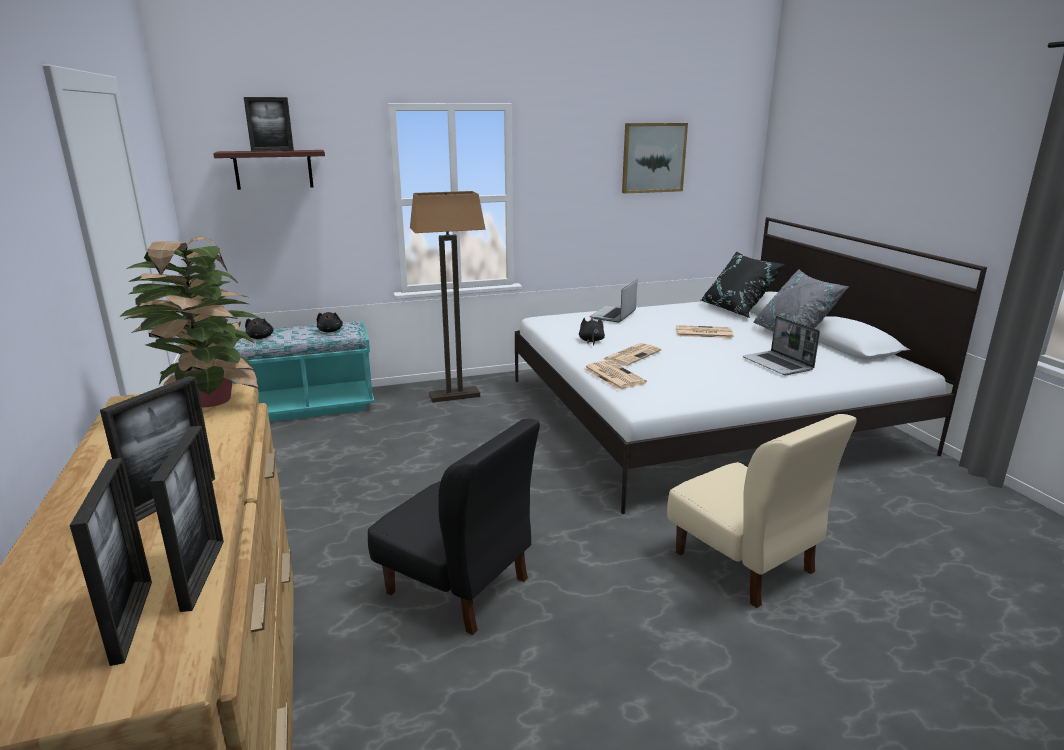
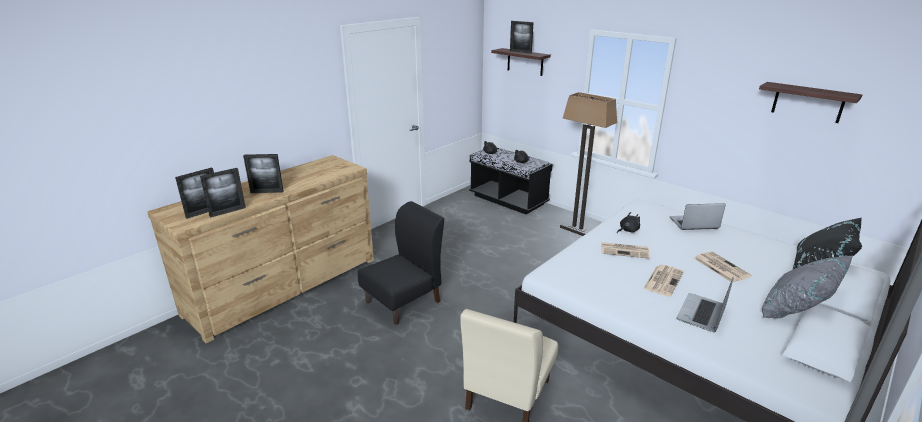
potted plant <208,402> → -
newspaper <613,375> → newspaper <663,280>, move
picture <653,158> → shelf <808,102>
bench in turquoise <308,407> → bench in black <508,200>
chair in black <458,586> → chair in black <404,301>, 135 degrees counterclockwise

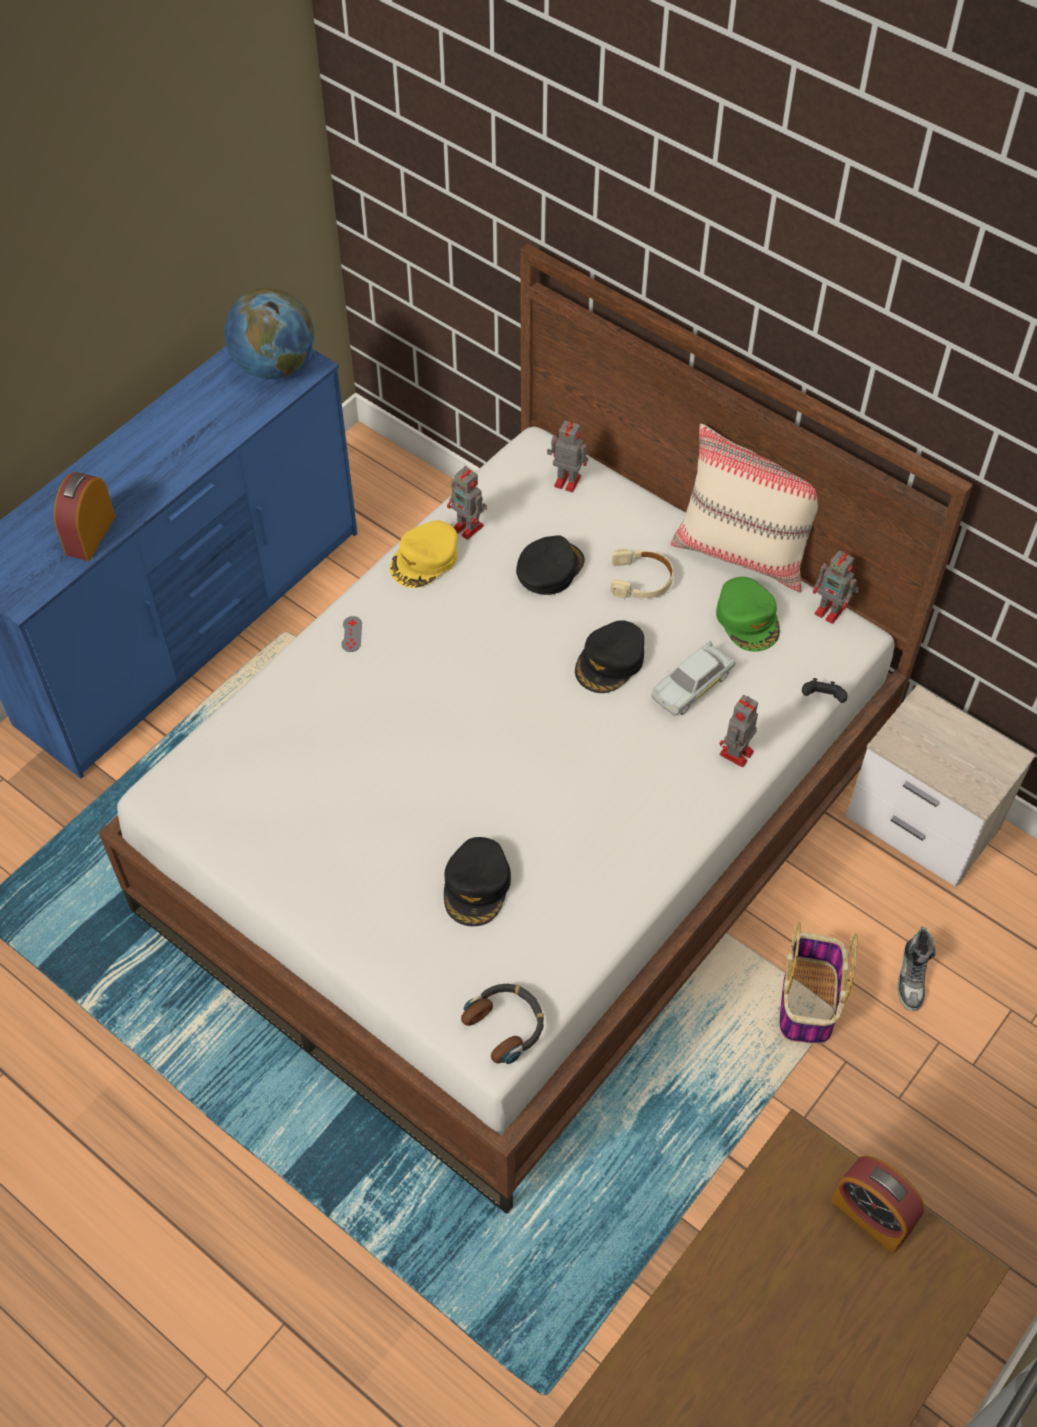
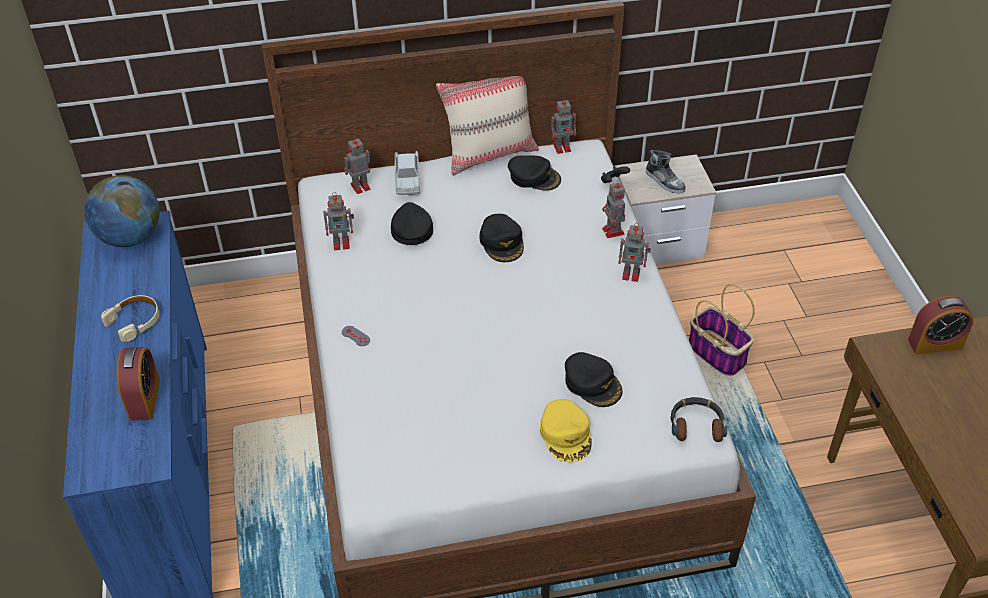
- → toy robot <632,274>
cap in yellow <425,559> → cap in yellow <566,434>, move
headphones in beige <641,580> → headphones in beige <135,321>, move
toy car in white <692,685> → toy car in white <407,179>, move
shoe <912,976> → shoe <665,181>, move
cap in green <748,619> → cap in black <534,177>
alarm clock <90,534> → alarm clock <144,398>, 150 degrees counterclockwise

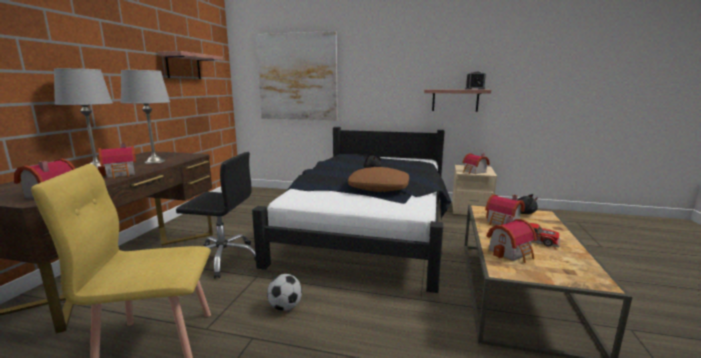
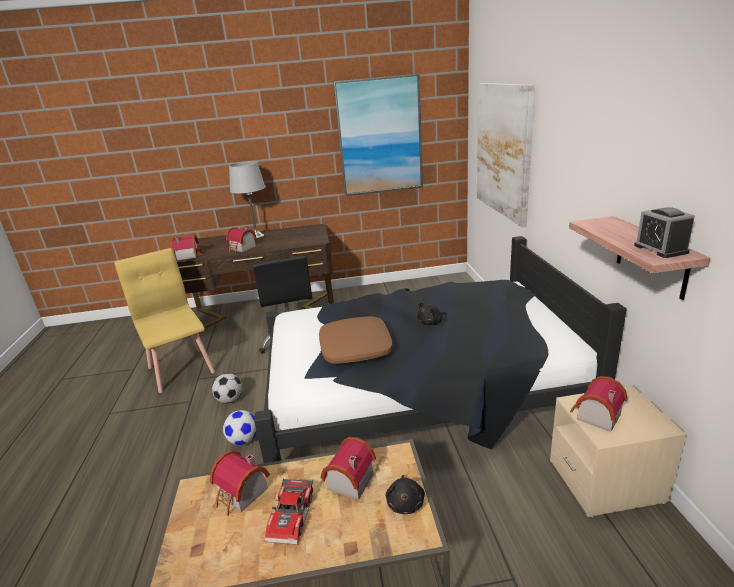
table lamp in grey <154,161> → -
- → football <243,440>
shelf <183,66> → picture <380,136>

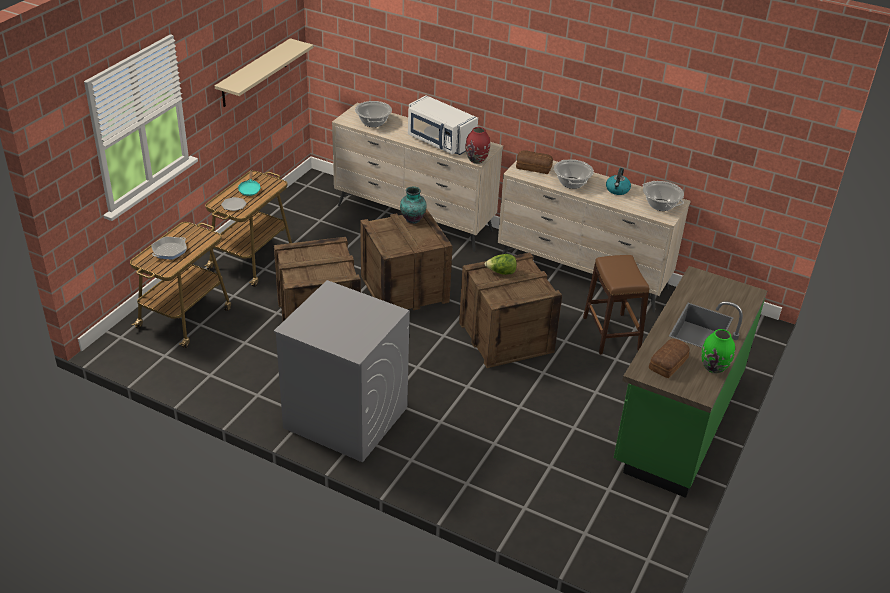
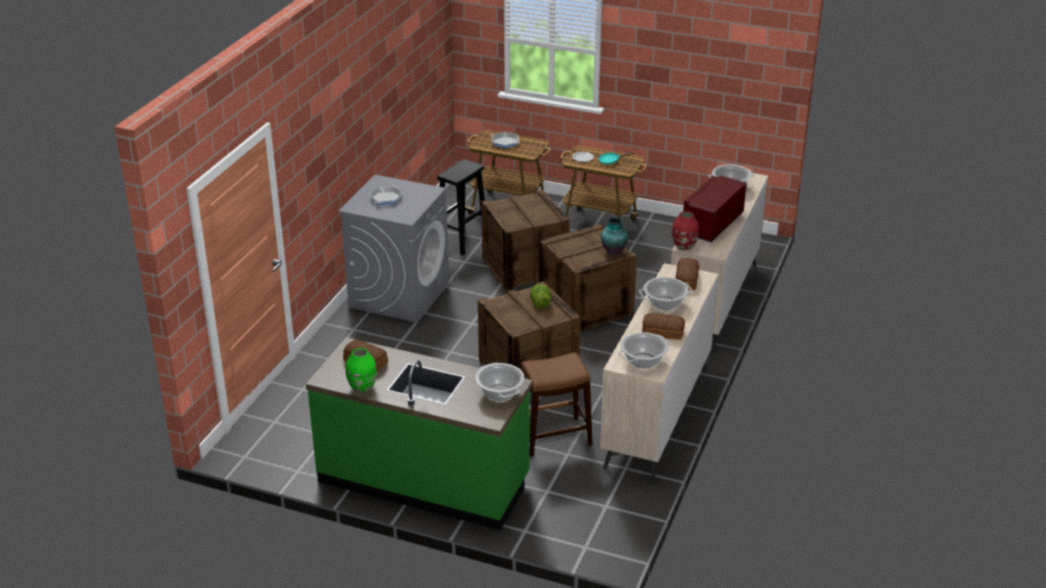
shelf in beige <254,73> → -
- → frying pan <386,198>
- → stool in black <462,241>
- → cooking pot <500,393>
kettle <617,190> → bread <663,332>
microwave in white <440,141> → microwave in red <711,224>

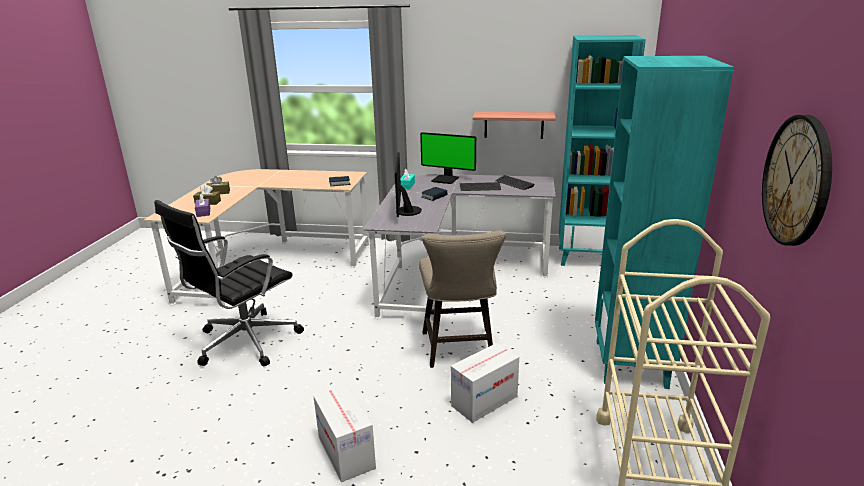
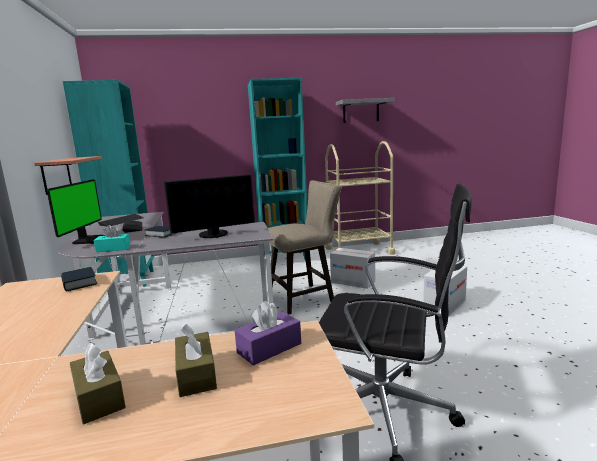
wall clock <797,181> → shelf in grey <361,111>

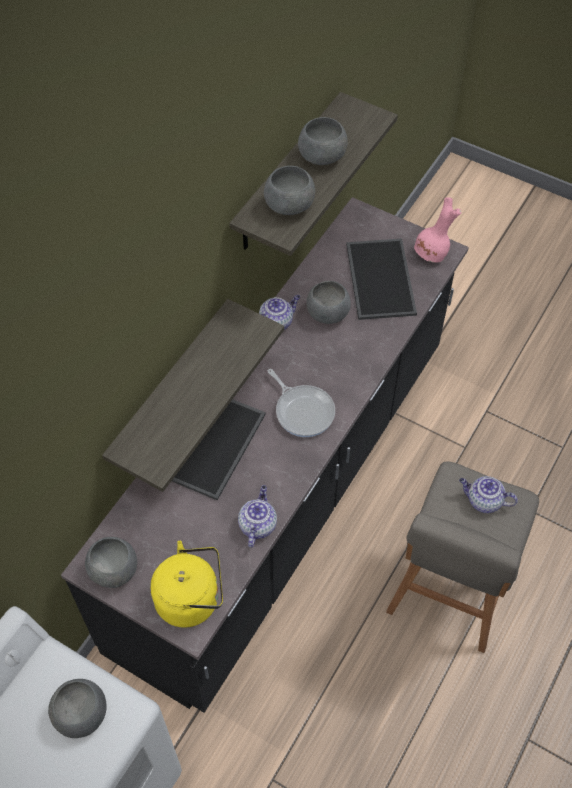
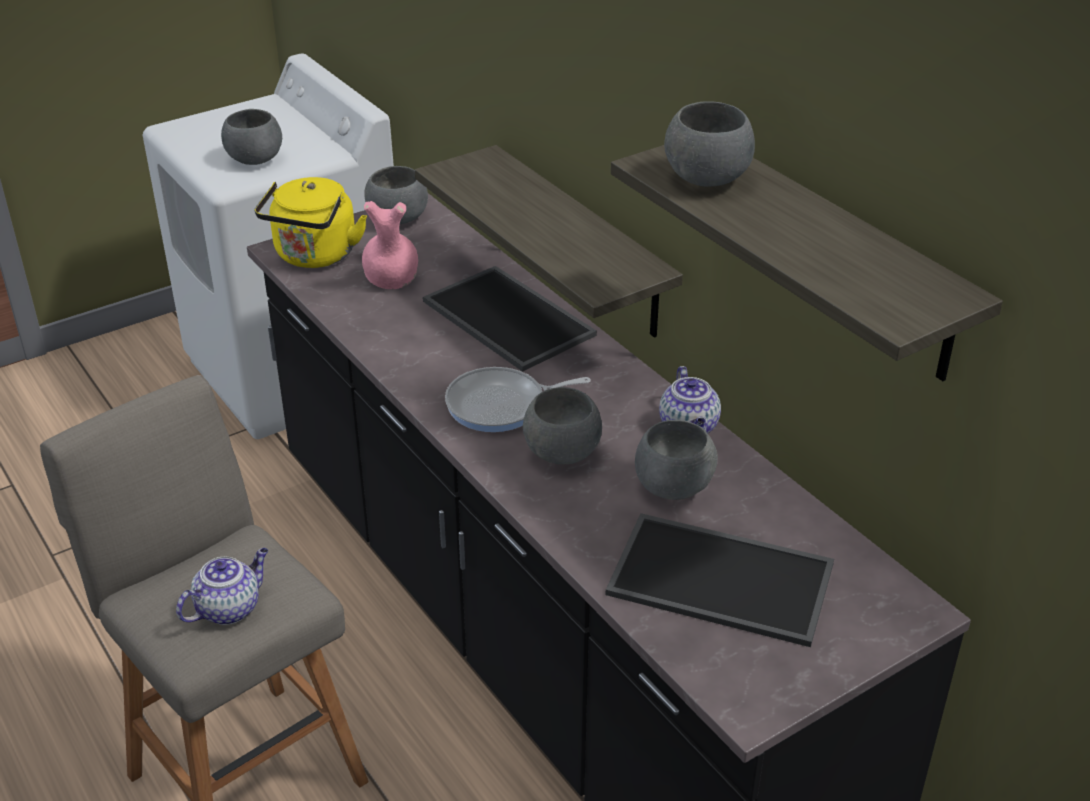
teapot <257,524> → -
bowl in grey <322,158> → bowl in grey <561,453>, move
vase in pink <432,254> → vase in pink <390,281>, move

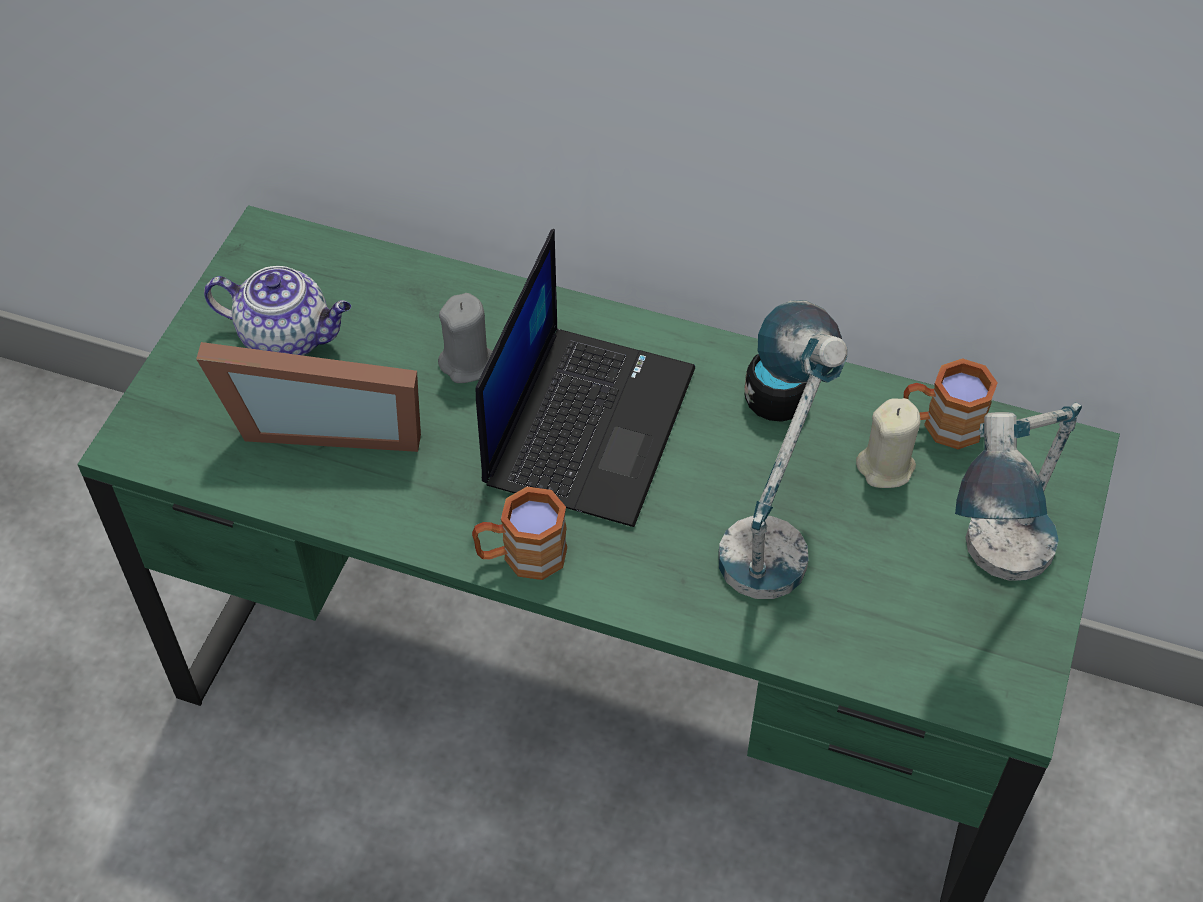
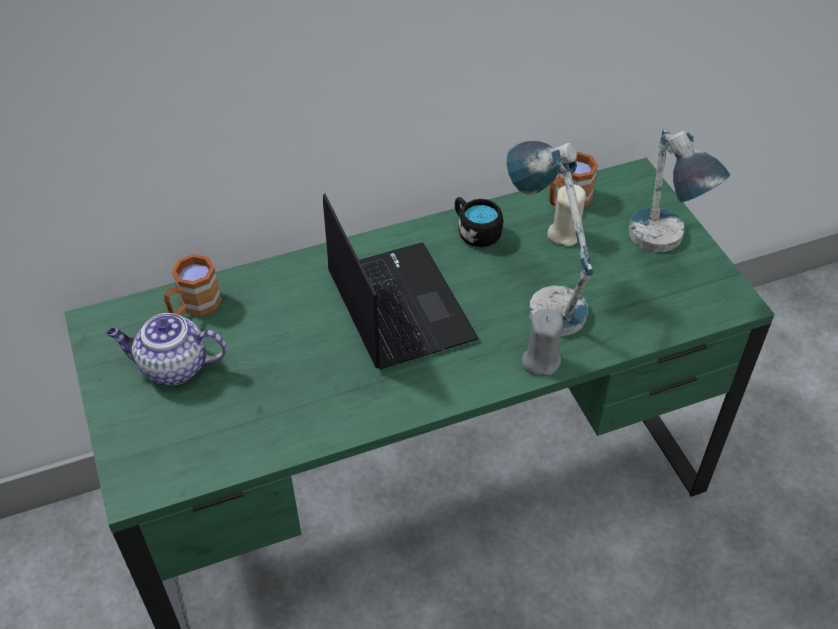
picture frame <326,422> → -
candle in grey <467,363> → candle in grey <541,360>, move
mug in brown <521,556> → mug in brown <194,306>, move
teapot <288,337> → teapot <172,367>, 150 degrees counterclockwise

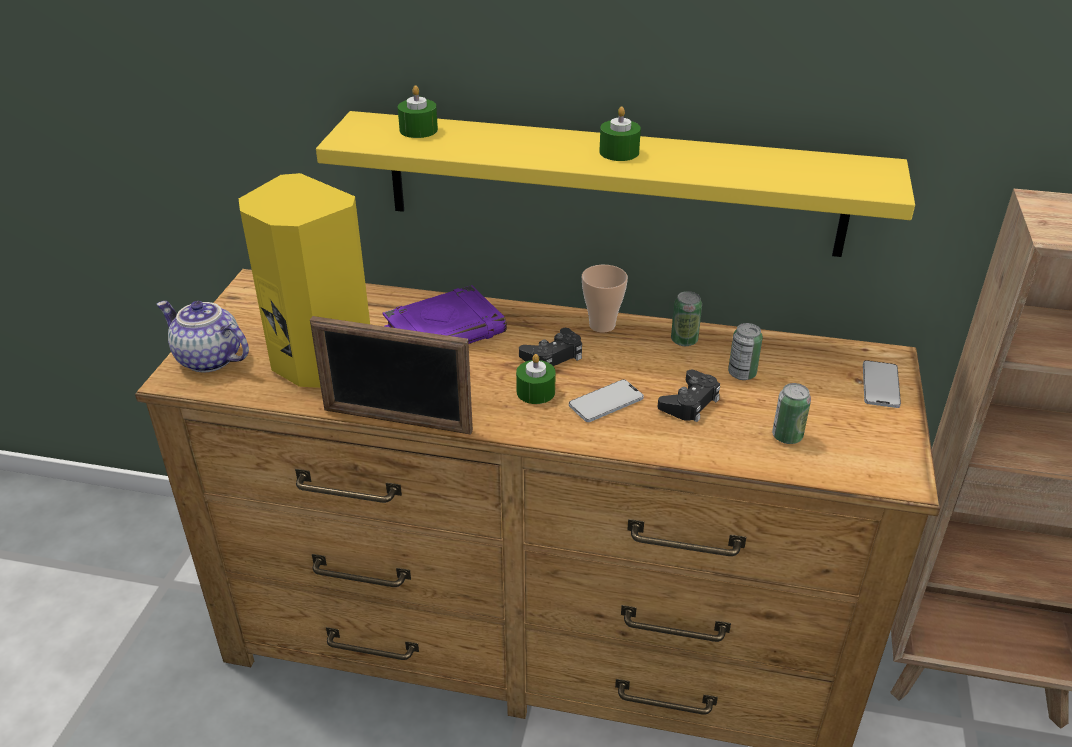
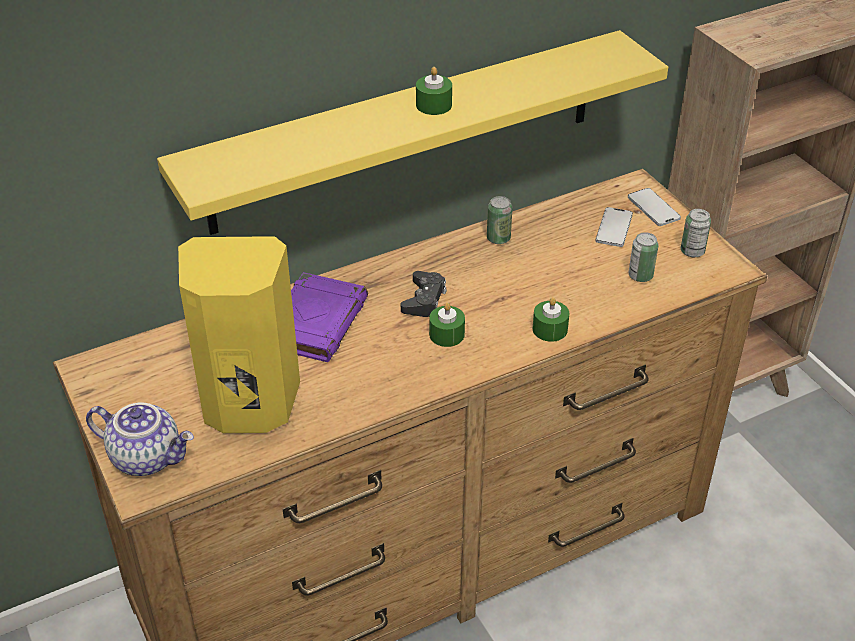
picture frame <397,421> → -
cup <602,325> → -
game controller in black <690,402> → -
candle in green <418,130> → candle in green <550,329>, move
phone <606,402> → phone <614,228>, move
can <742,373> → can <692,251>, move
teapot <207,360> → teapot <148,457>, 150 degrees counterclockwise

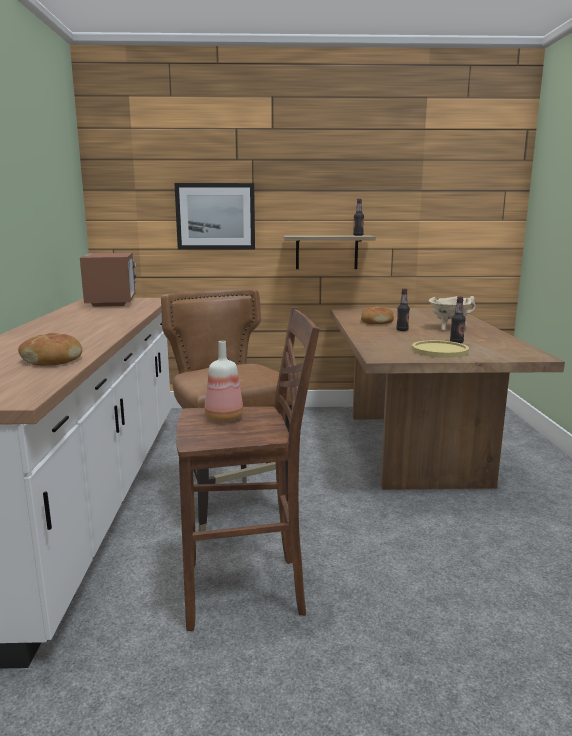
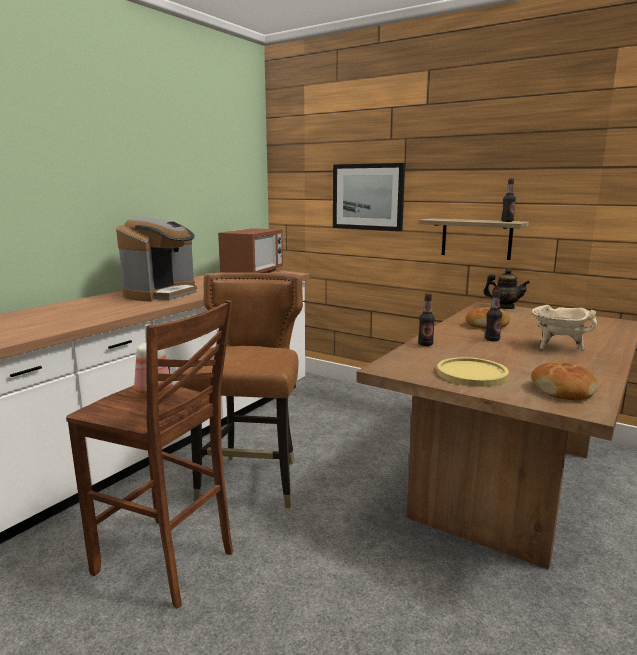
- → coffee machine <162,294>
- → teapot <504,307>
bread <52,360> → bread <563,390>, move
bottle <456,342> → bottle <425,344>, move

